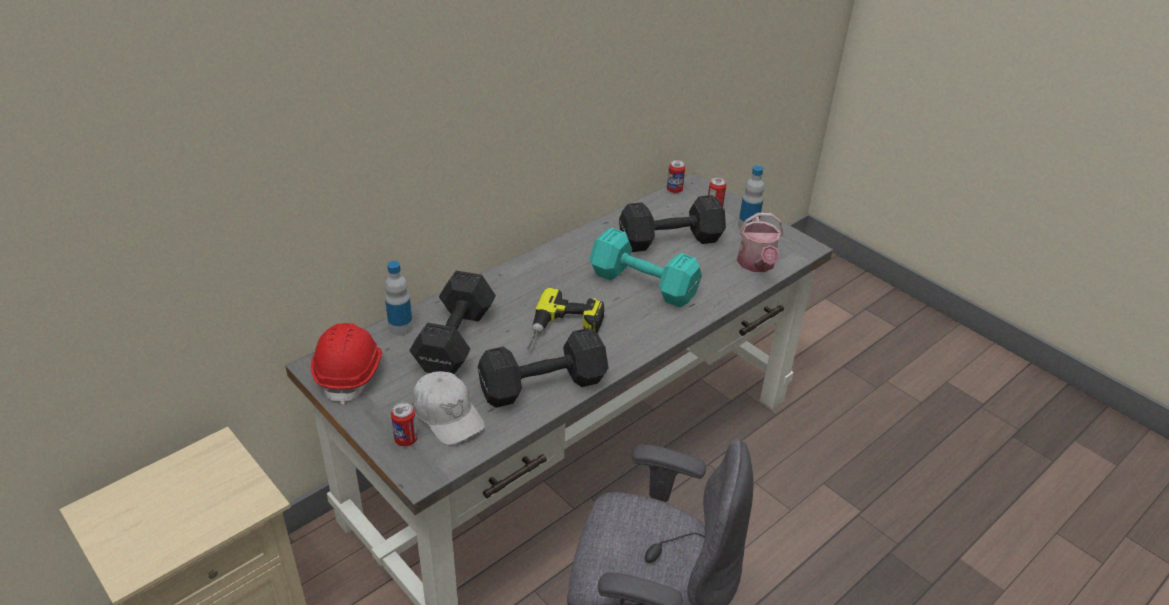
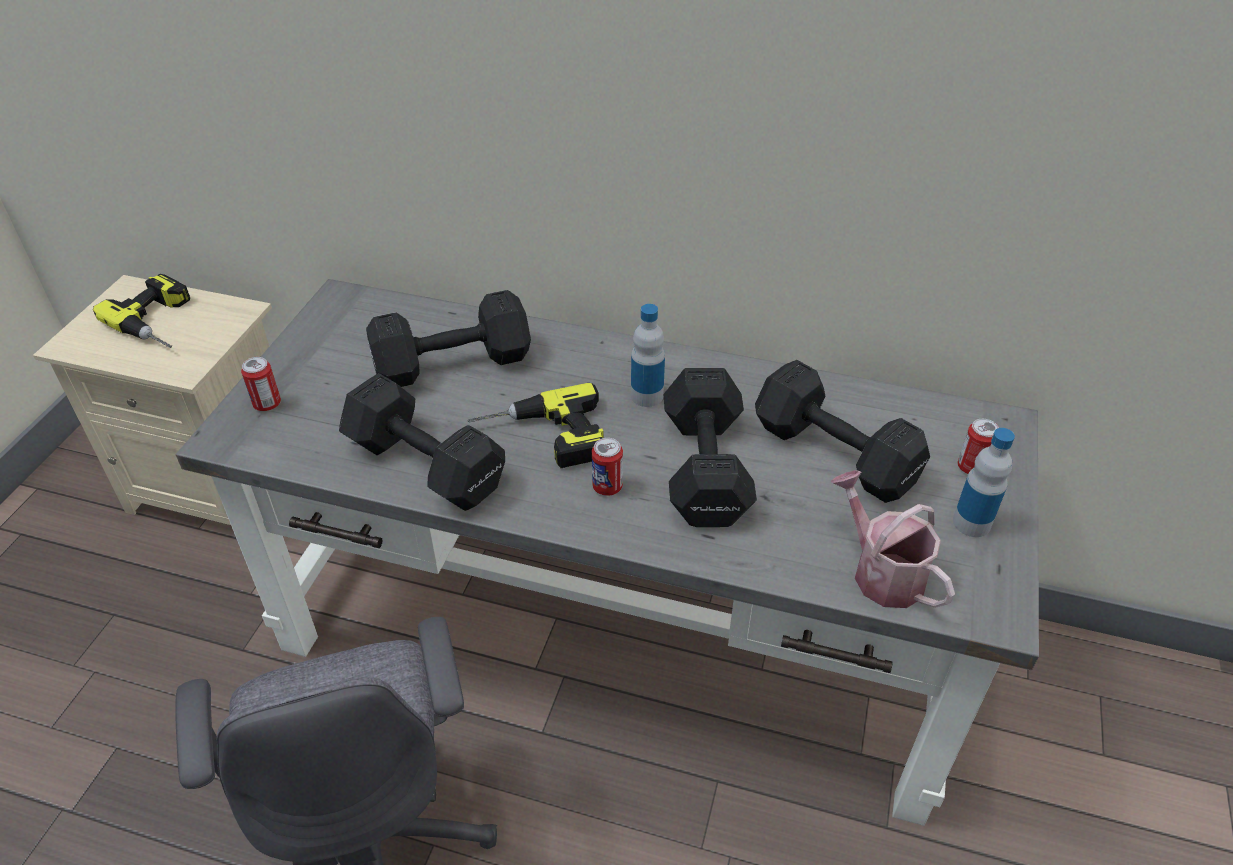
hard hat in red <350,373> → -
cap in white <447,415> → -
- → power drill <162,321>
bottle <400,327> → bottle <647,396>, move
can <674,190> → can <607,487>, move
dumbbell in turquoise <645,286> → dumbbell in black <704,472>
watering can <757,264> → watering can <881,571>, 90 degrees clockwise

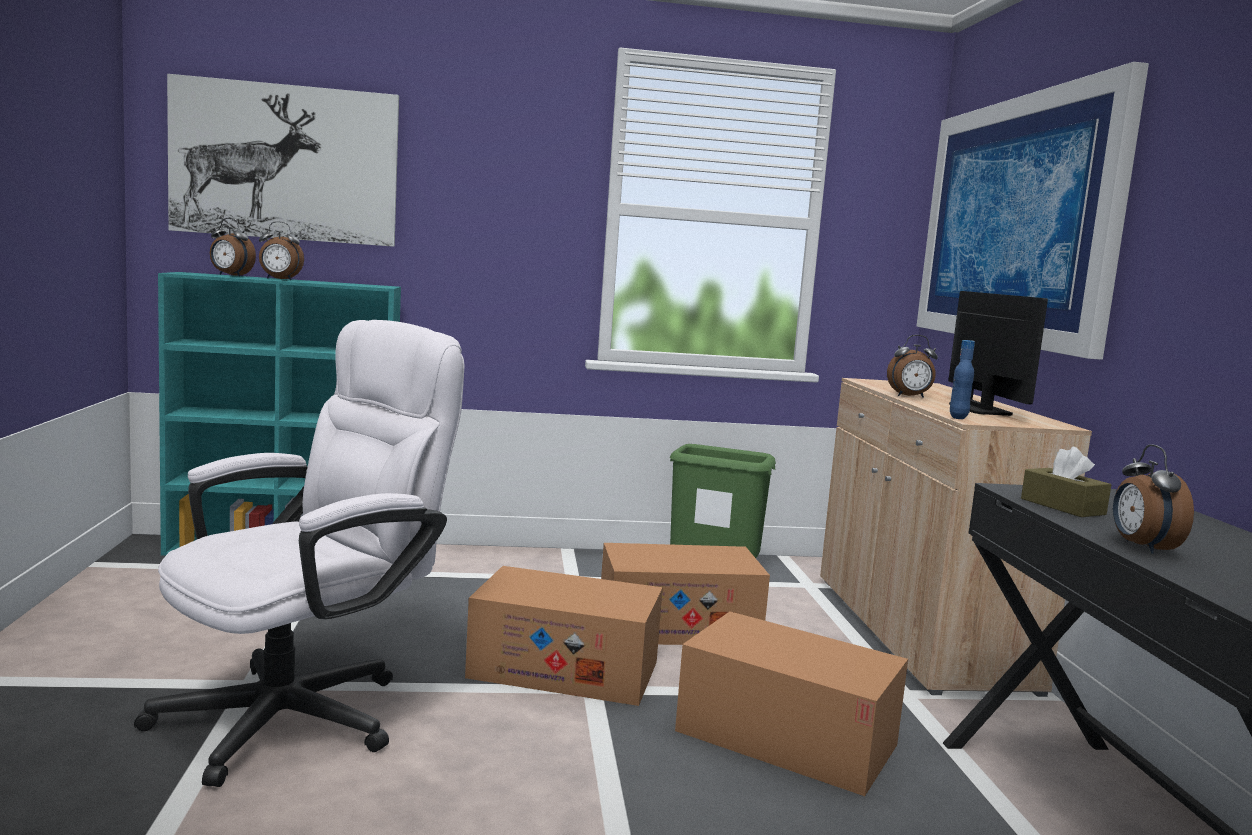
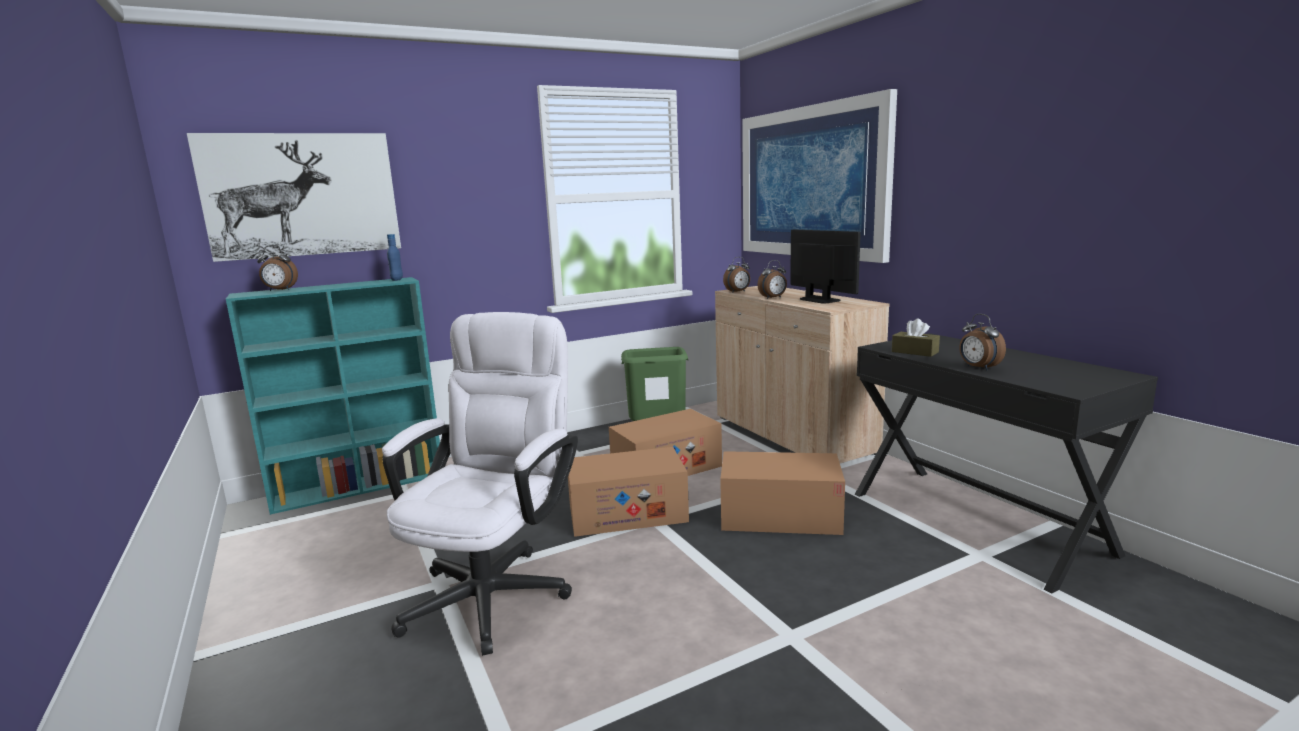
alarm clock <279,279> → alarm clock <738,292>, move
bottle in blue <958,417> → bottle in blue <397,280>, move

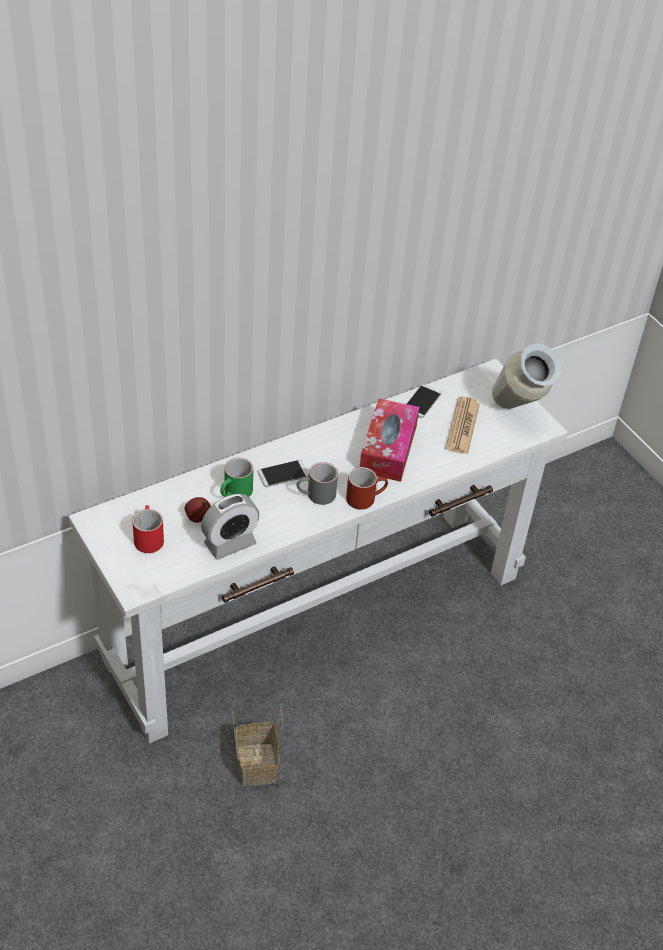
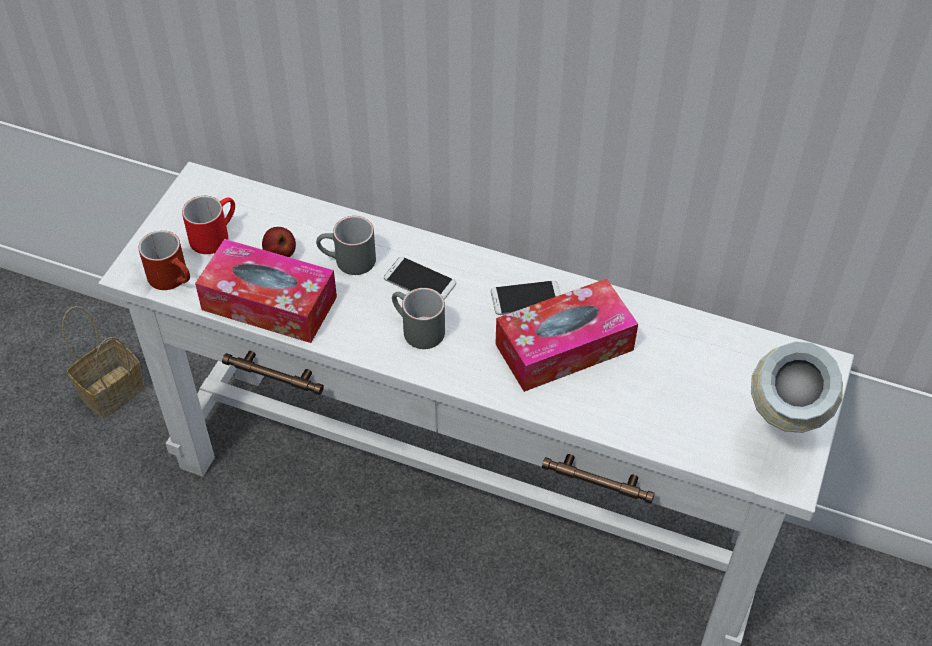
newspaper <462,426> → -
basket <255,763> → basket <112,389>, move
mug in red <365,497> → mug in red <174,278>, move
phone <422,401> → phone <526,298>, move
alarm clock <230,543> → tissue box <269,303>
mug in green <235,493> → mug in grey <347,261>

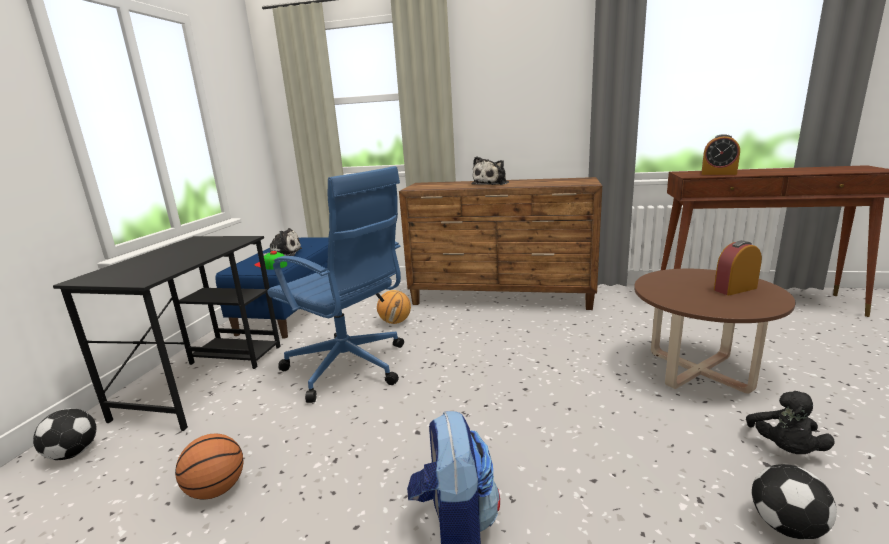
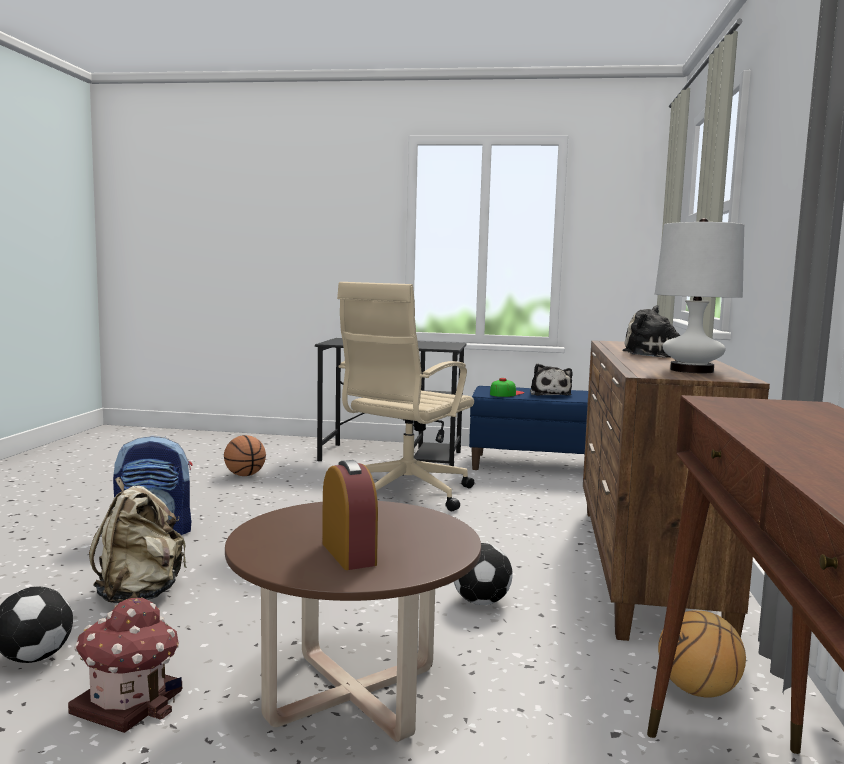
alarm clock <718,173> → -
- → backpack in beige <139,595>
- → table lamp in white <691,370>
football <74,453> → football <482,602>, move
basketball <395,322> → basketball <698,691>, move
plush toy in black <784,449> → toy house <129,702>
office chair in blue <349,368> → office chair in beige <403,494>

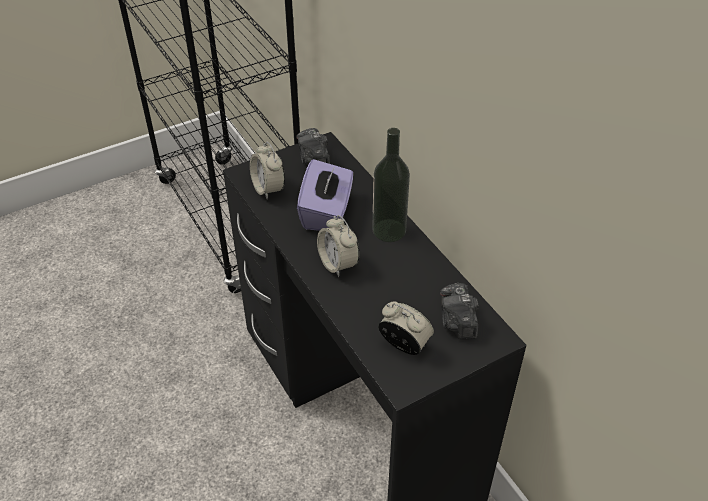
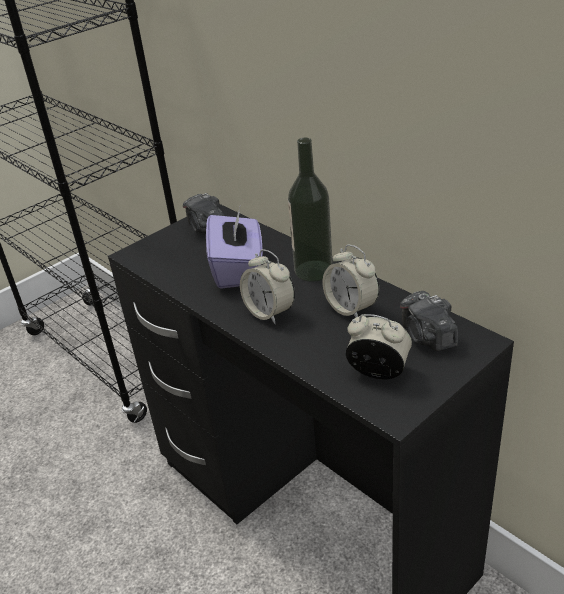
alarm clock <268,189> → alarm clock <351,308>, move

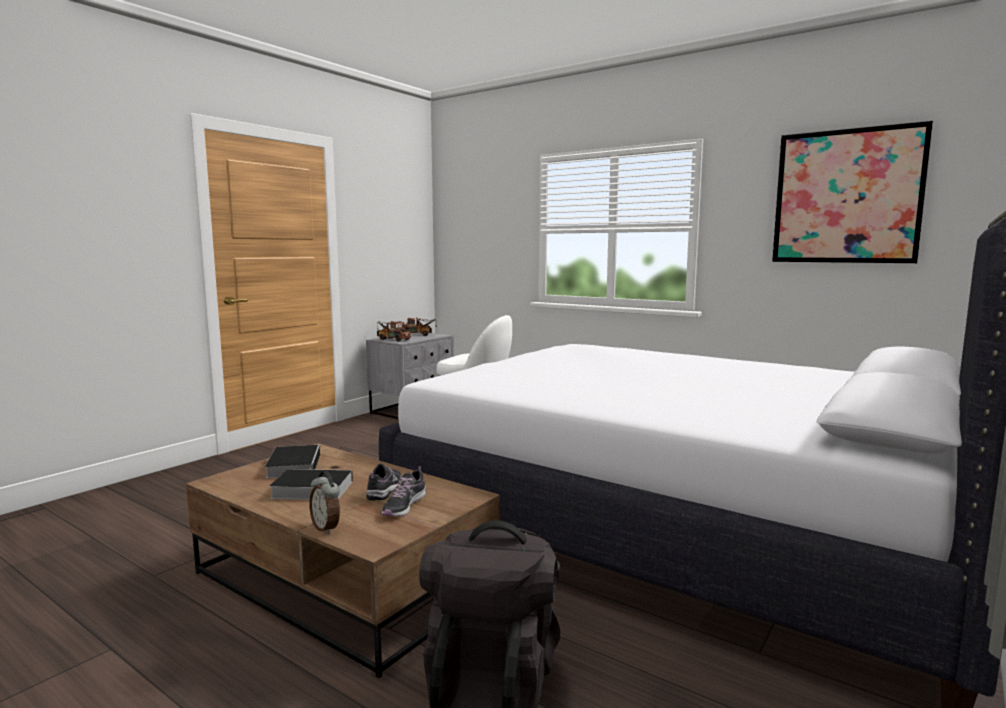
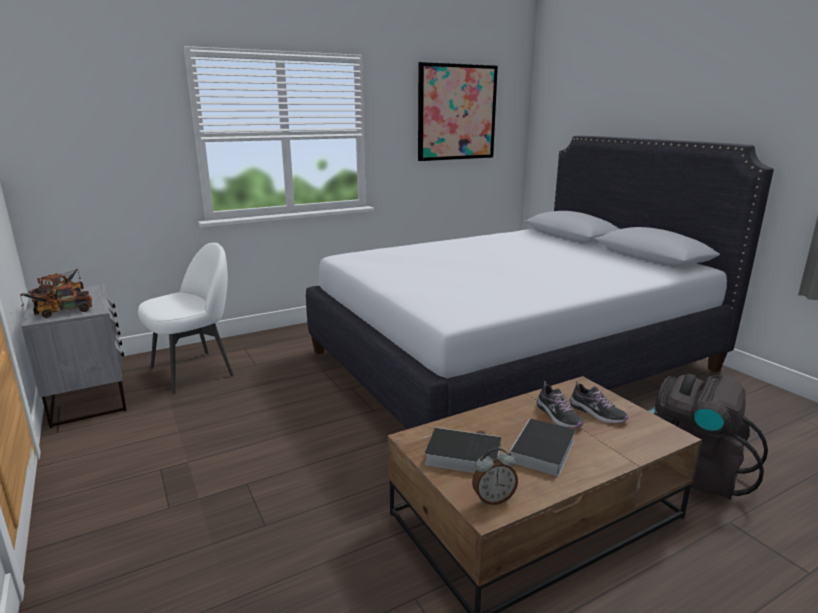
alarm clock <326,528> → alarm clock <493,499>, move
shoe <385,490> → shoe <558,416>, 150 degrees counterclockwise

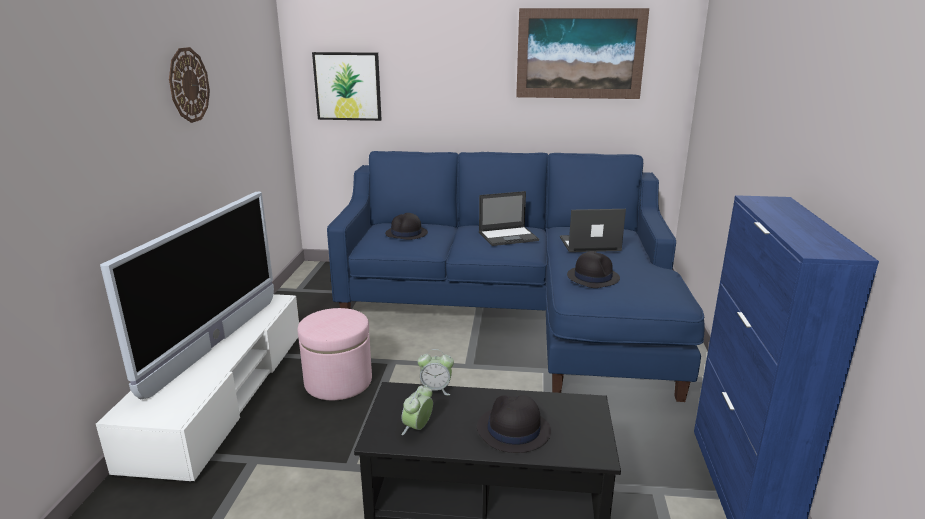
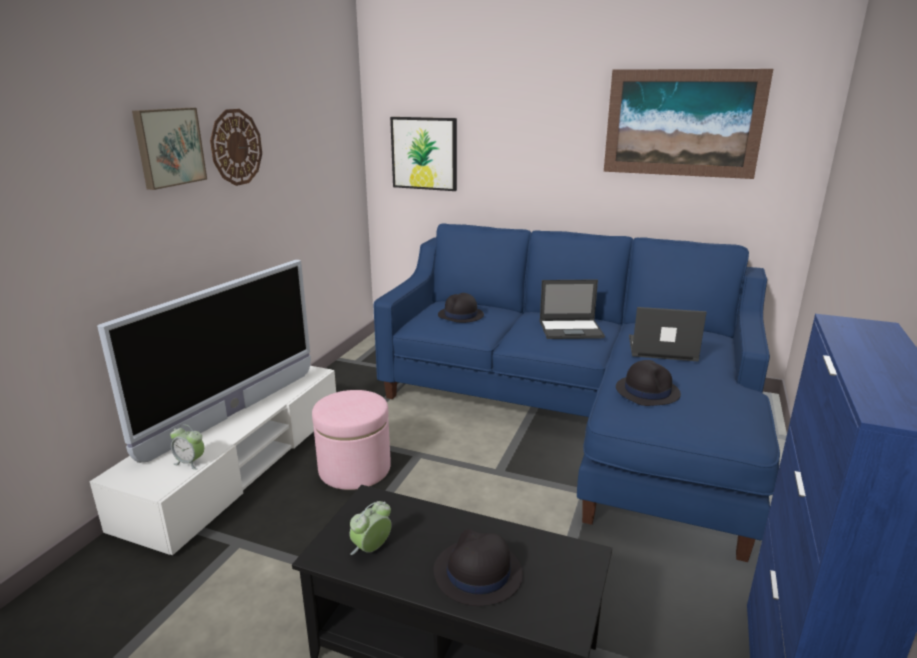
- → picture <168,147>
alarm clock <436,389> → alarm clock <190,462>, move

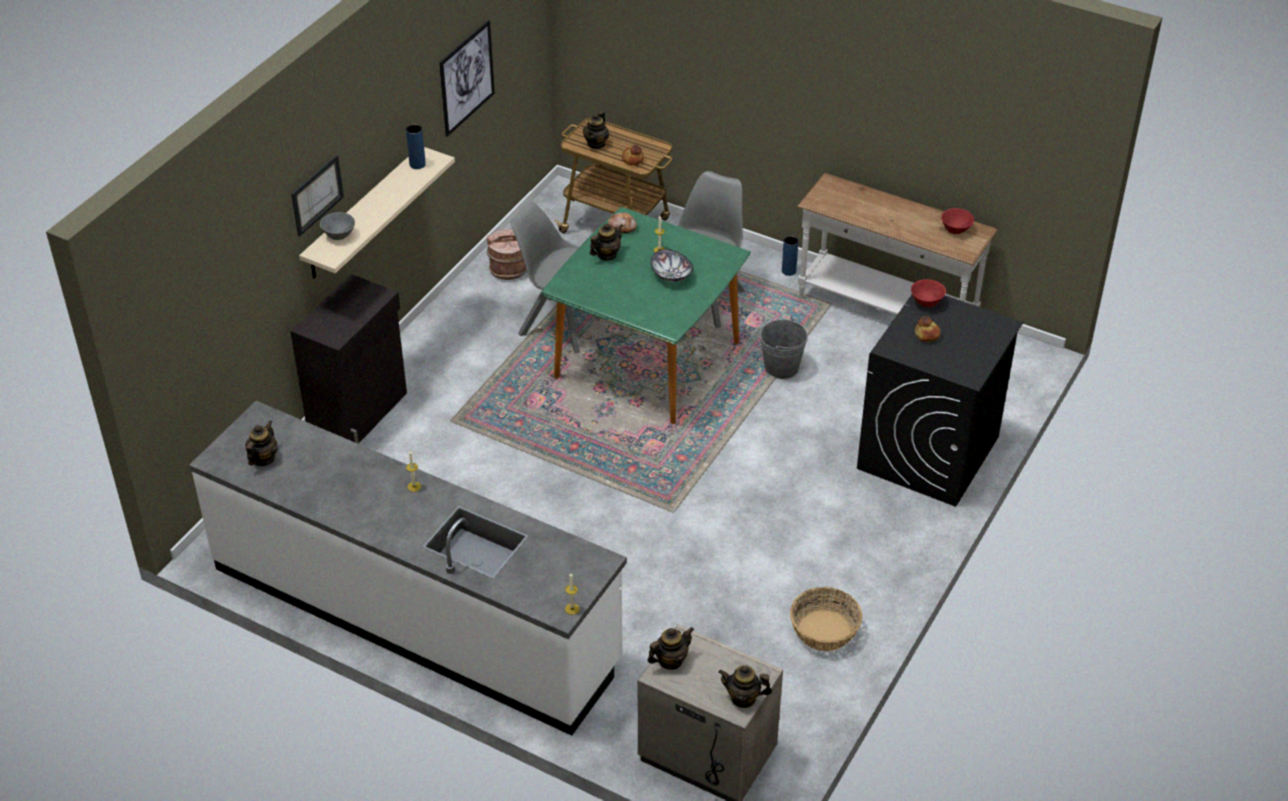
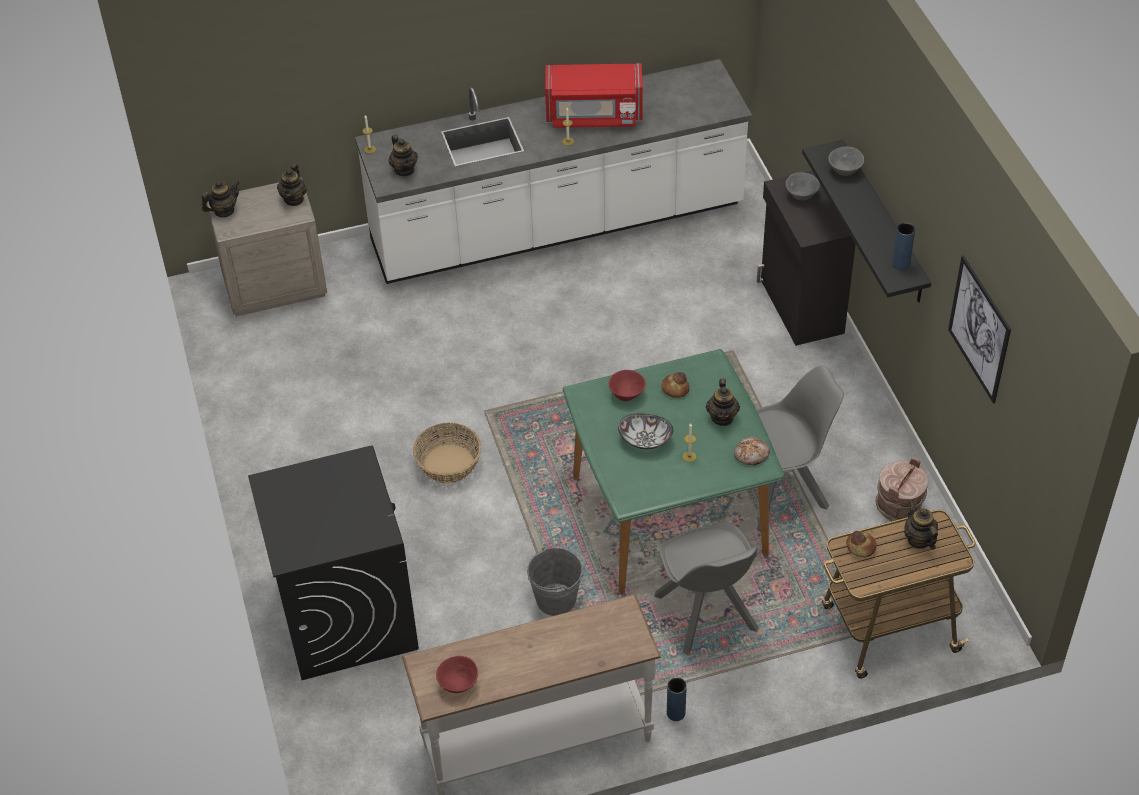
picture <317,194> → -
- → microwave in red <594,115>
- → bowl in grey <800,196>
teapot <263,458> → teapot <404,170>, move
basket <824,631> → basket <448,463>, move
bowl in red <926,301> → bowl in red <627,395>, move
bread <926,335> → bread <675,389>, move
shelf in beige <363,214> → shelf in black <883,223>

